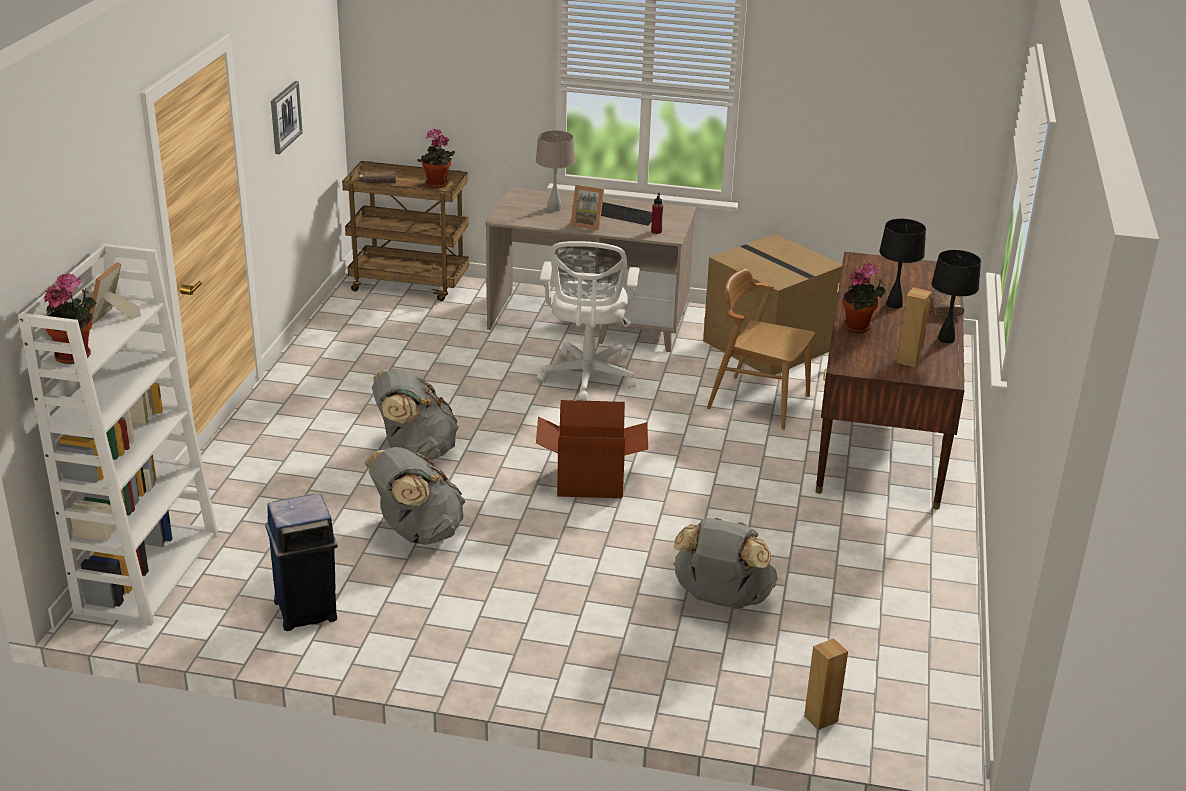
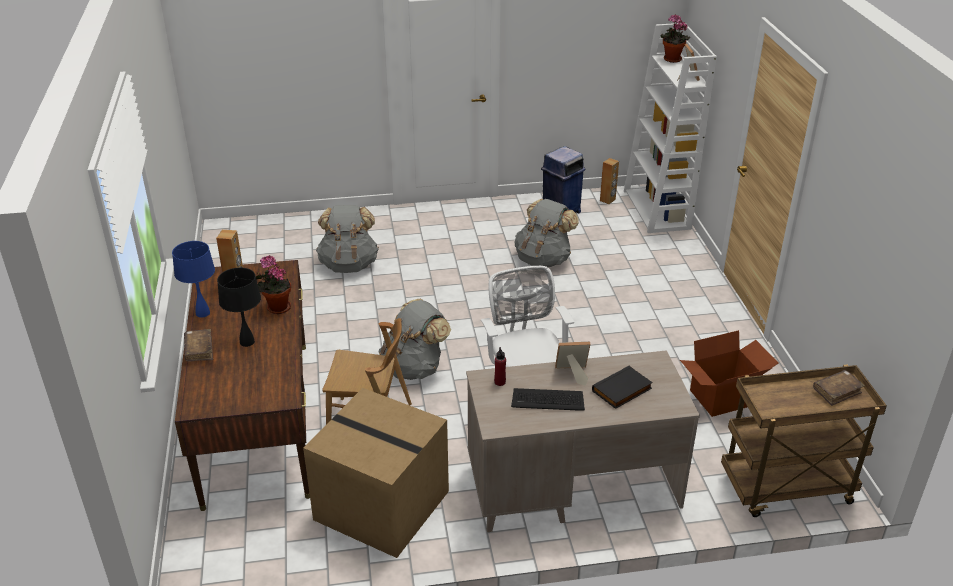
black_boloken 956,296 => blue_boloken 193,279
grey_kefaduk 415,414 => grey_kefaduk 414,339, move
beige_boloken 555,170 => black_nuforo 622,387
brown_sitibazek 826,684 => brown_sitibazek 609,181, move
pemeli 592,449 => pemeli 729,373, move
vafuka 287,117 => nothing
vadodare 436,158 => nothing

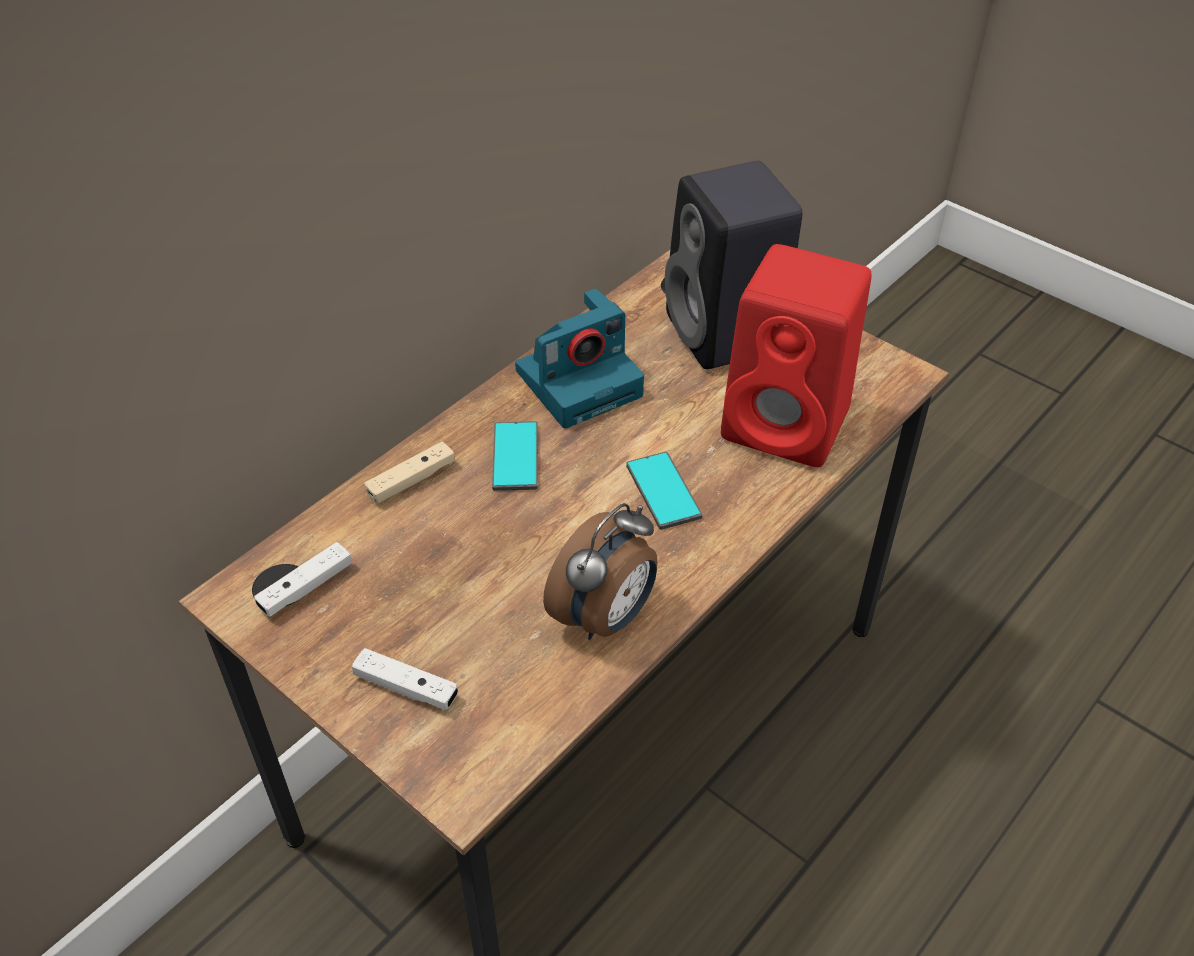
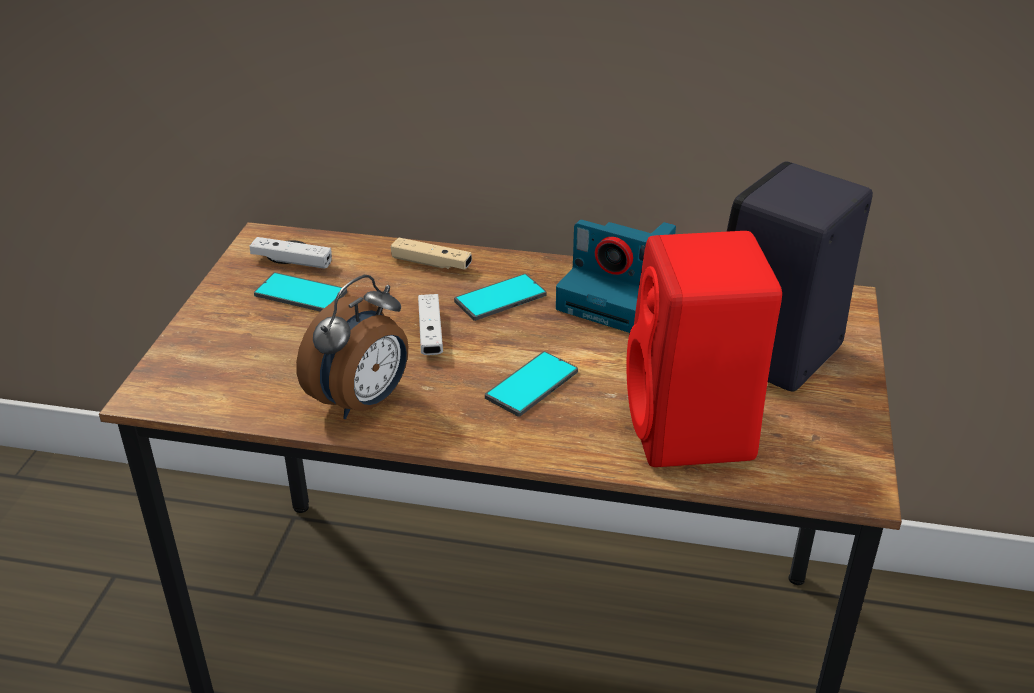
nothing => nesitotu 300,292
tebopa 600,571 => tebopa 352,347, 60 degrees counterclockwise
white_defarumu 405,679 => white_defarumu 430,324, move

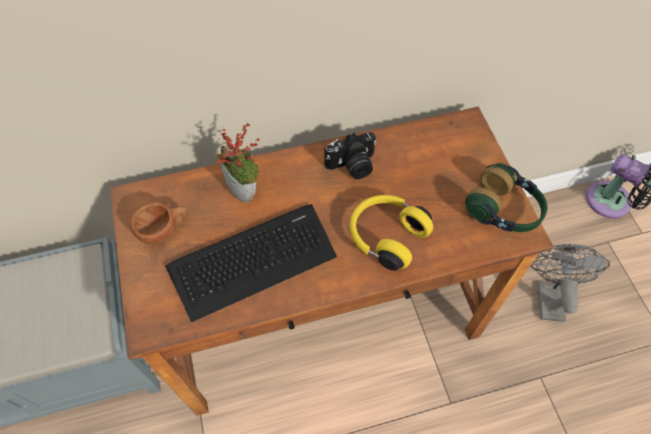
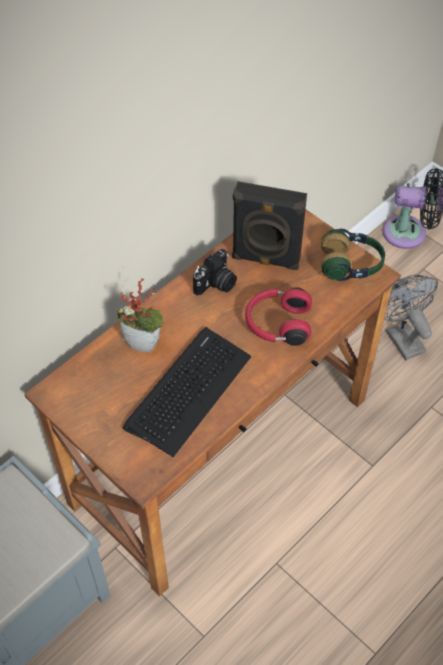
nothing => black_sitibazek 269,225
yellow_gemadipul 391,233 => red_gemadipul 278,316
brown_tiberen 159,223 => nothing

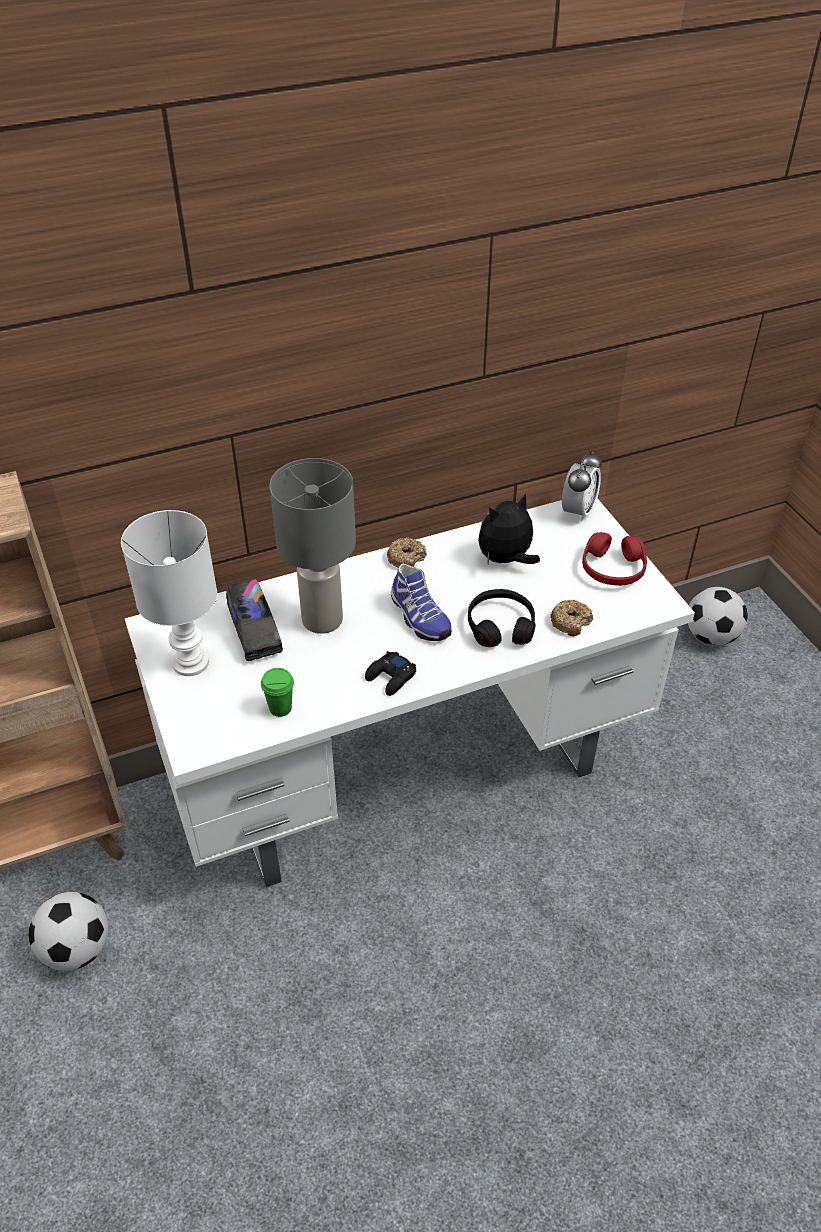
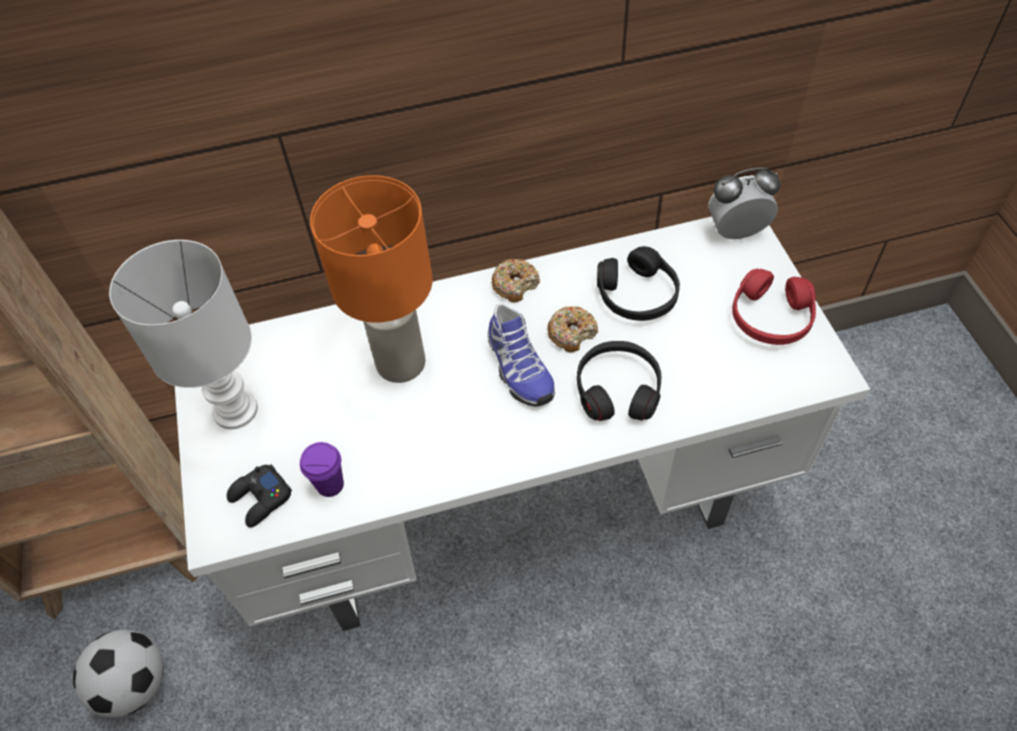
black_defarumu 390,673 => black_defarumu 259,496, move
green_tiberen 277,692 => purple_tiberen 322,469
grey_boloken 312,546 => orange_boloken 371,279
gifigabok 572,618 => gifigabok 572,329, move
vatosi 509,528 => black_gemadipul 638,283
tebopa 582,486 => tebopa 744,203, 135 degrees counterclockwise
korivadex 254,620 => nothing
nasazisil 718,616 => nothing

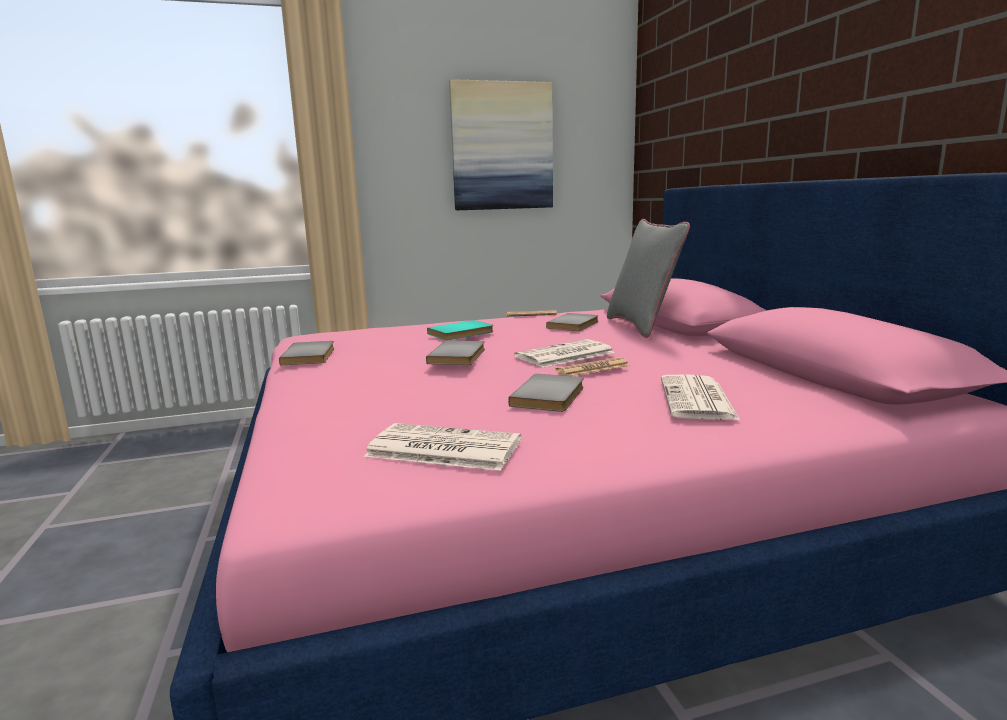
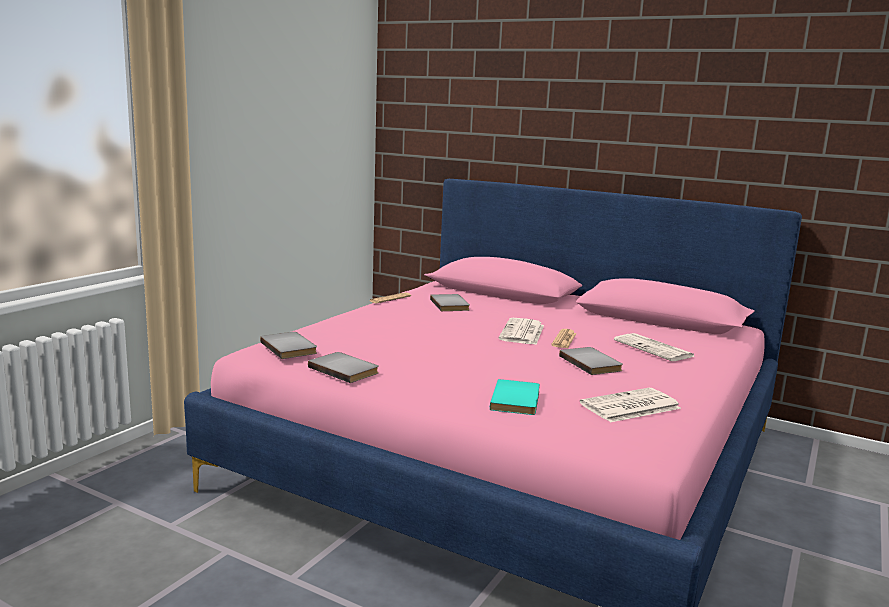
grey_nuforo 455,353 => grey_nuforo 288,345, move
turquoise_nuforo 460,330 => turquoise_nuforo 515,397, move
vafuka 501,144 => nothing
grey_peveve 648,278 => nothing

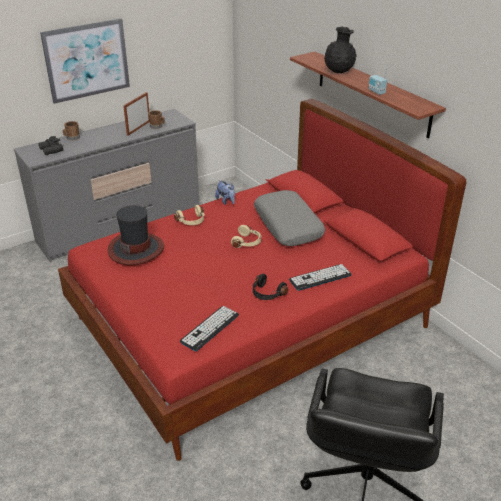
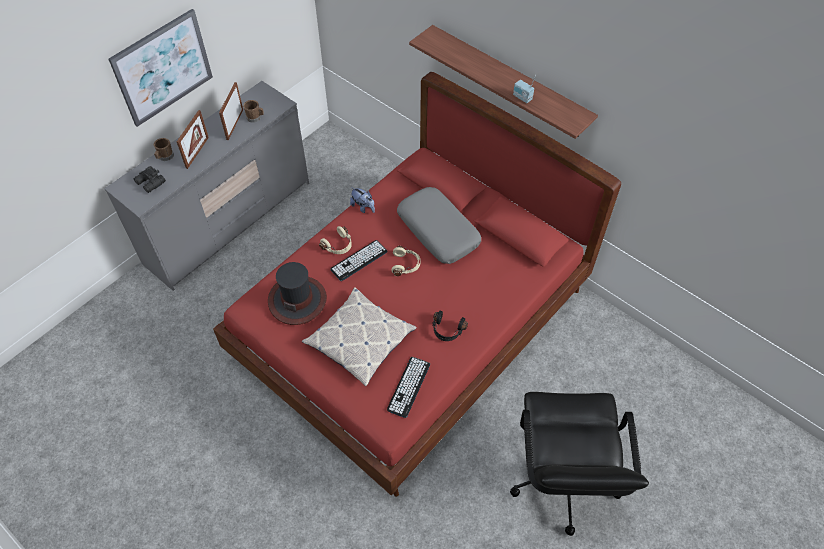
nothing => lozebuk 193,139
nothing => peveve 359,336
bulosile 320,277 => bulosile 359,260, move
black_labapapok 340,50 => nothing

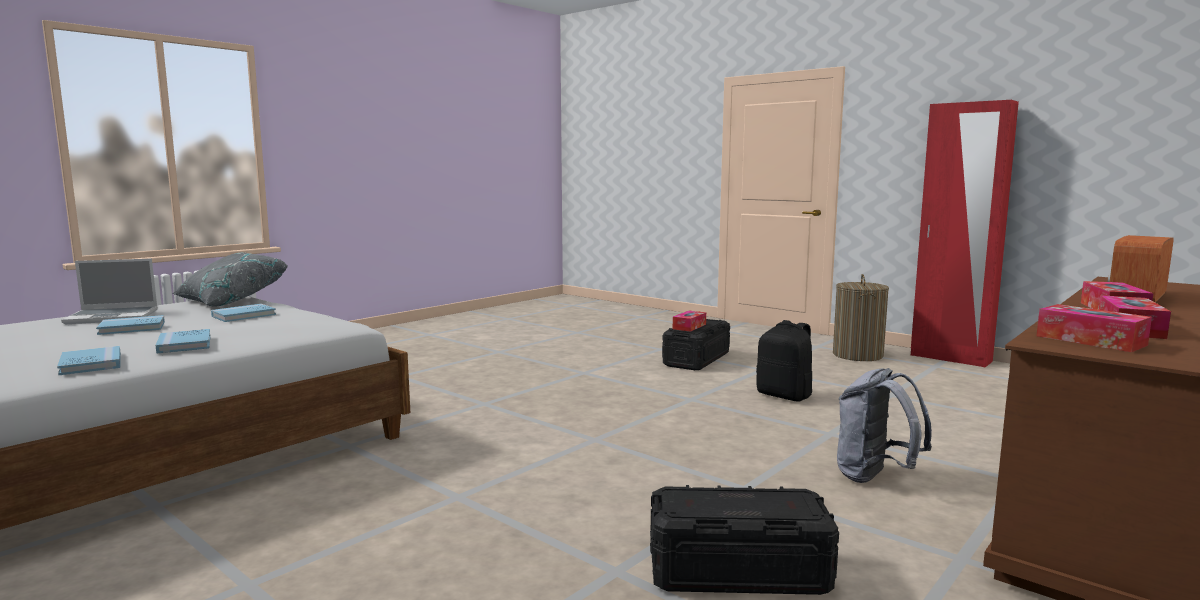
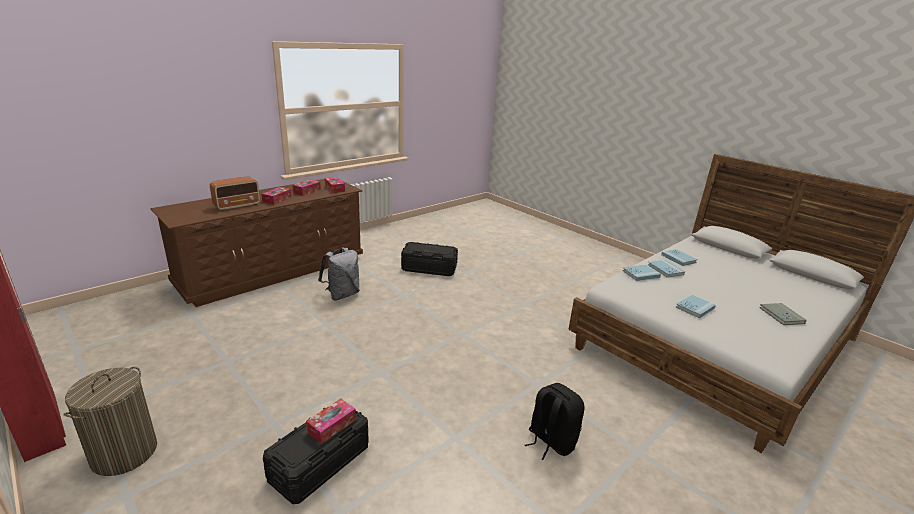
black_kefaduk 784,360 => black_kefaduk 554,421, move
blue_nuforo 130,325 => blue_nuforo 642,273, move
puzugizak 109,291 => grey_nuforo 783,314
grey_peveve 229,279 => nothing

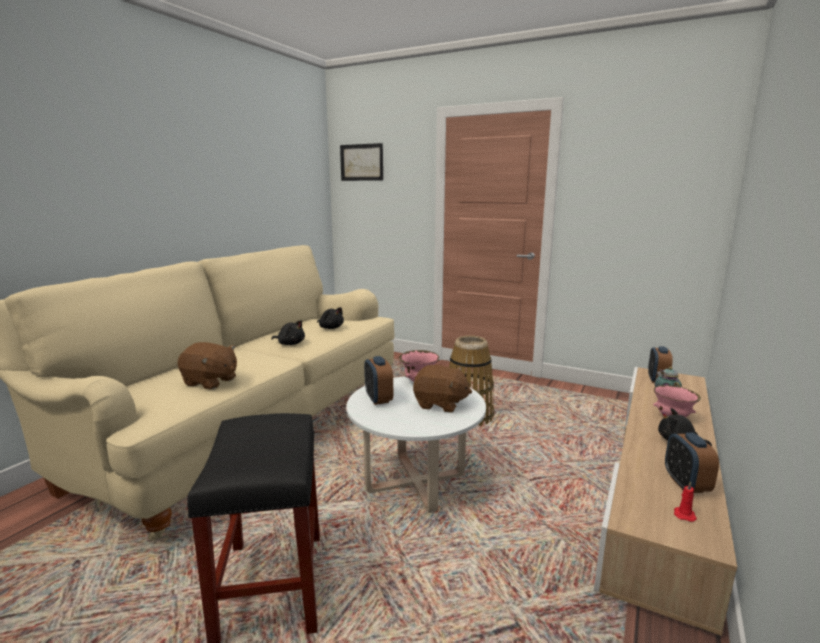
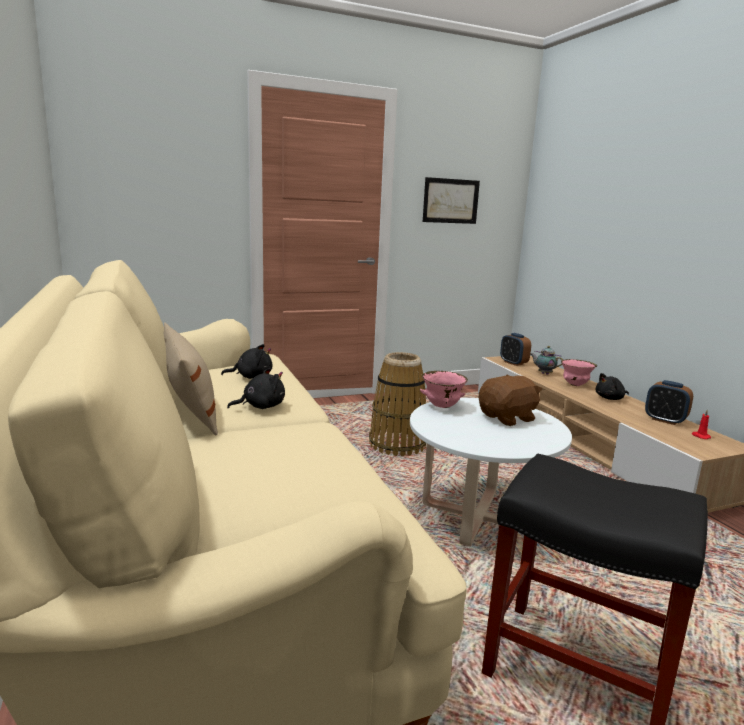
nothing => beige_peveve 191,379
vafuka 361,162 => vafuka 451,200, move
brown_vatosi 207,366 => nothing
tebopa 378,380 => nothing

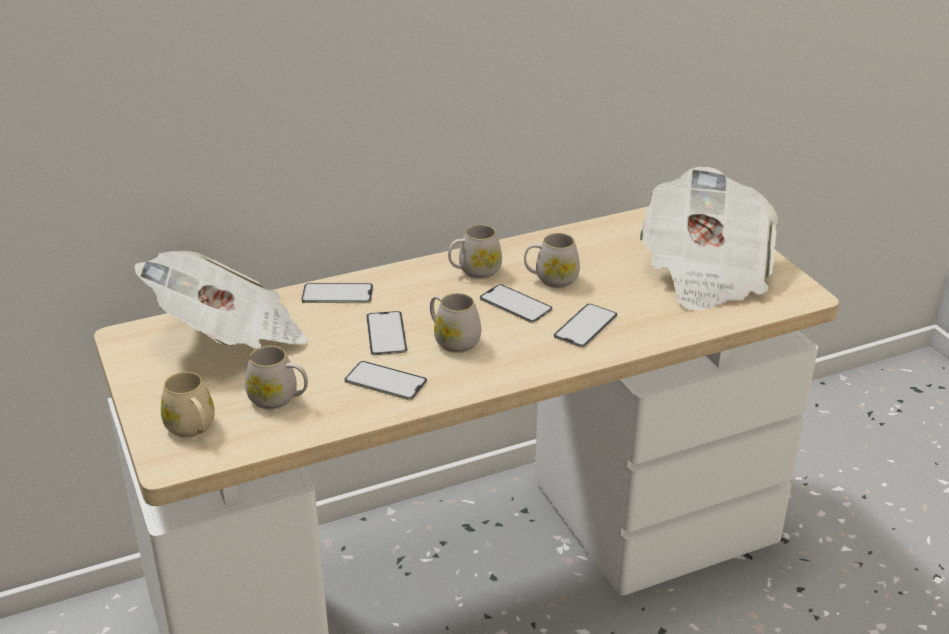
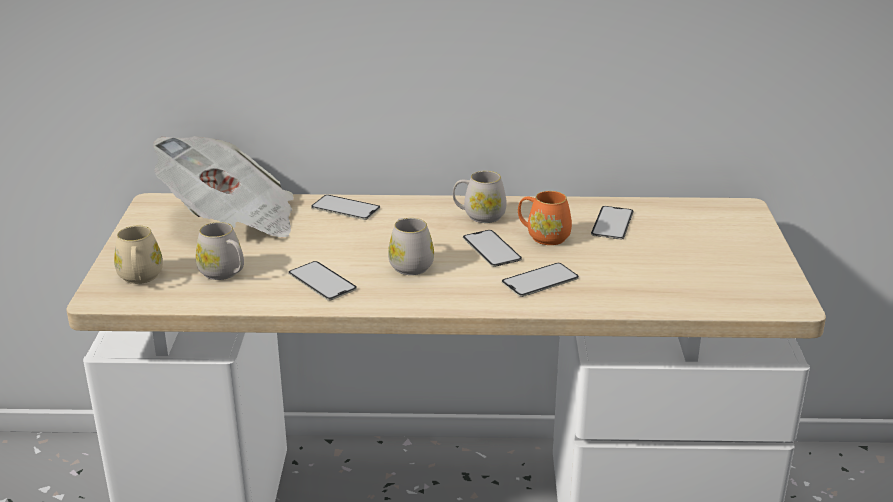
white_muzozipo 552,260 => orange_muzozipo 545,218
nesitotu 386,333 => nesitotu 612,223, move
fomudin 708,238 => nothing

